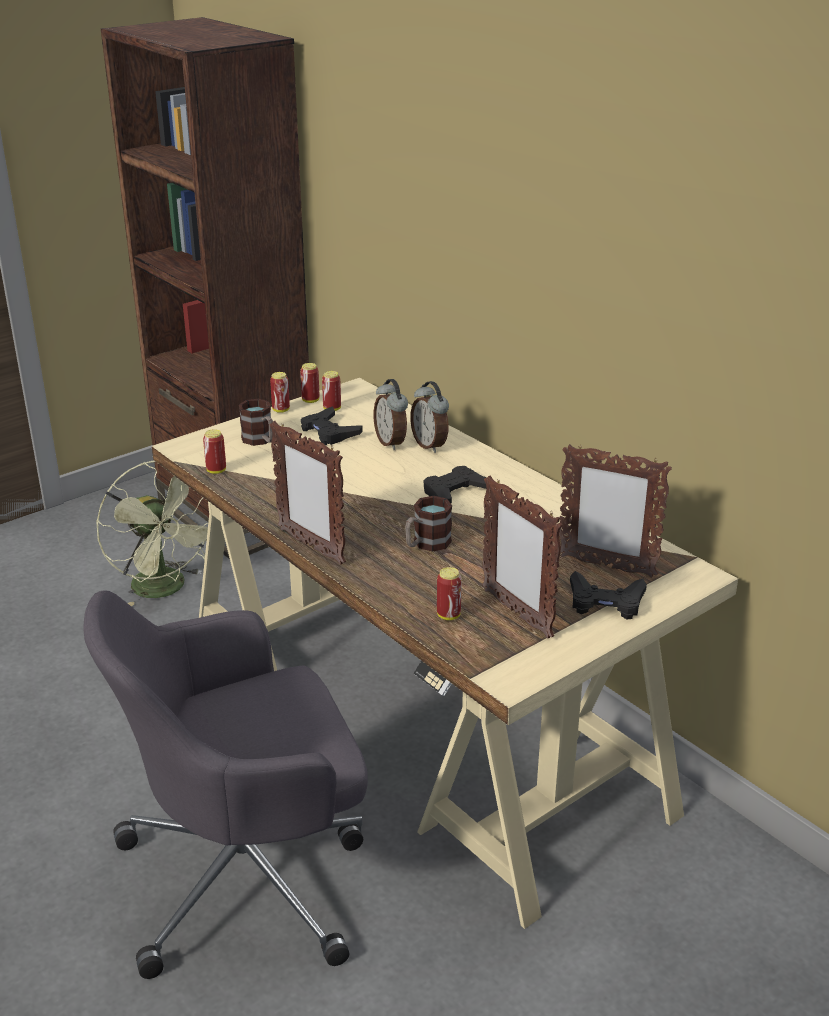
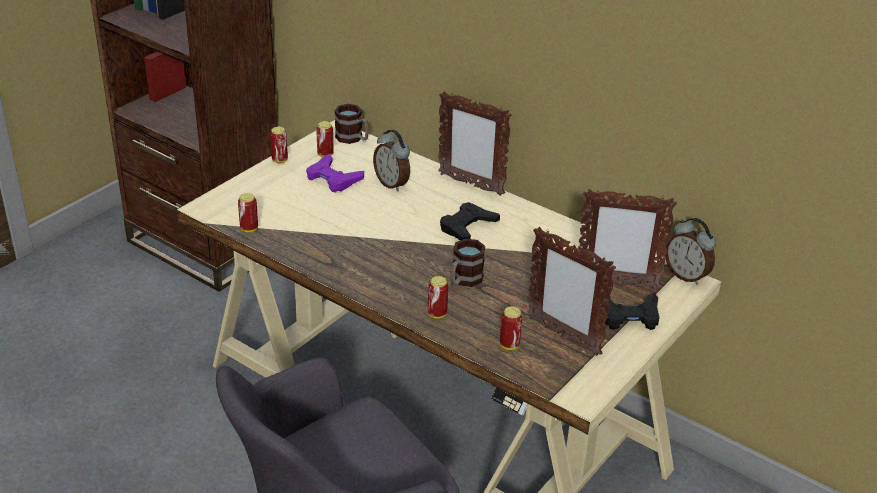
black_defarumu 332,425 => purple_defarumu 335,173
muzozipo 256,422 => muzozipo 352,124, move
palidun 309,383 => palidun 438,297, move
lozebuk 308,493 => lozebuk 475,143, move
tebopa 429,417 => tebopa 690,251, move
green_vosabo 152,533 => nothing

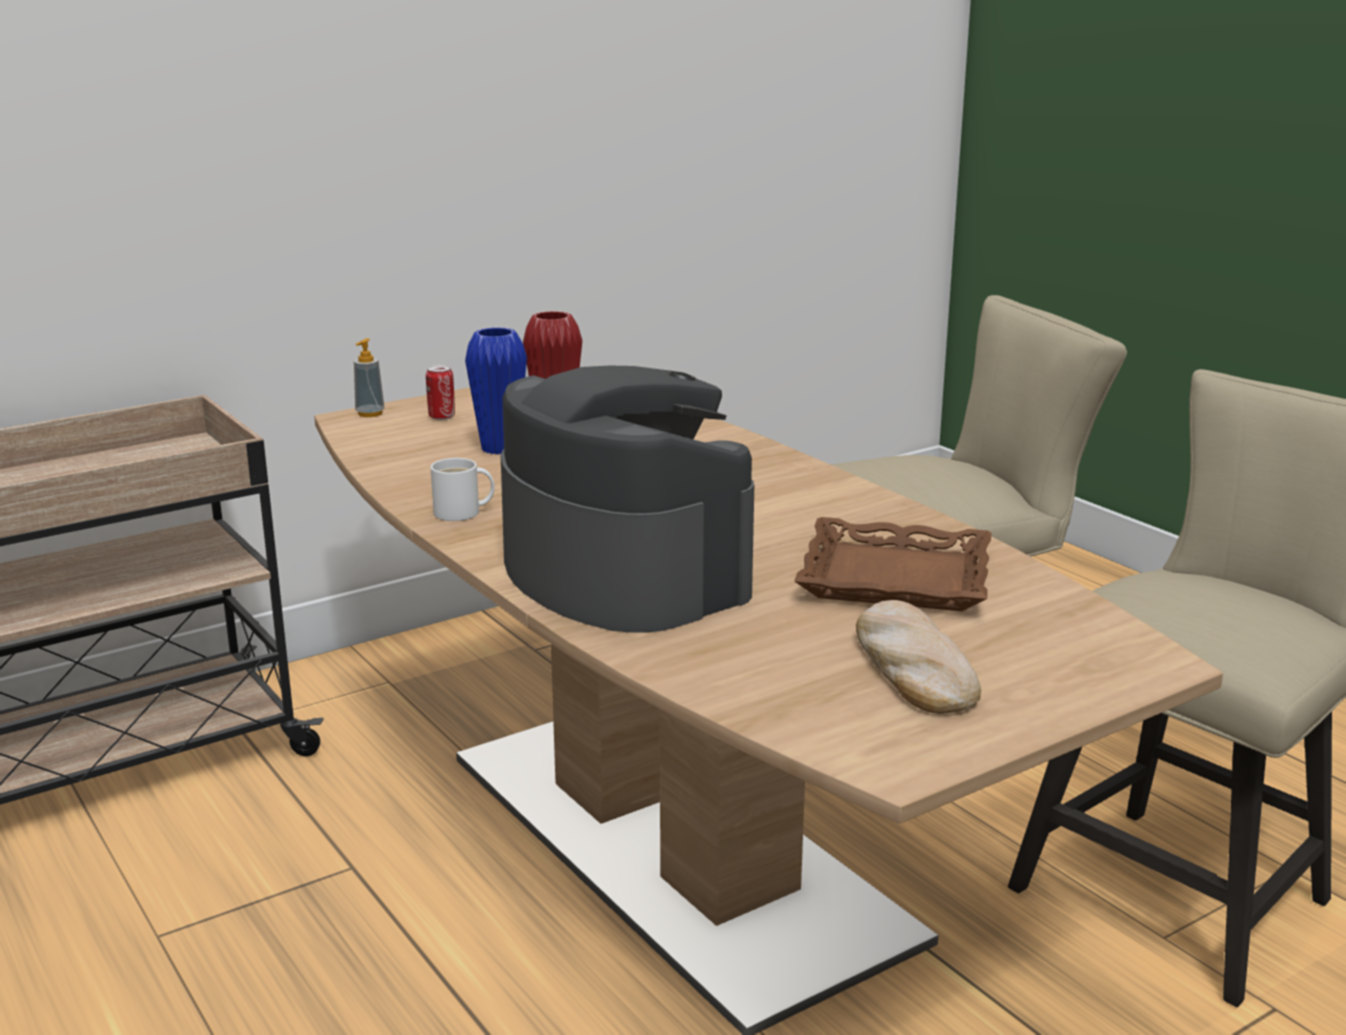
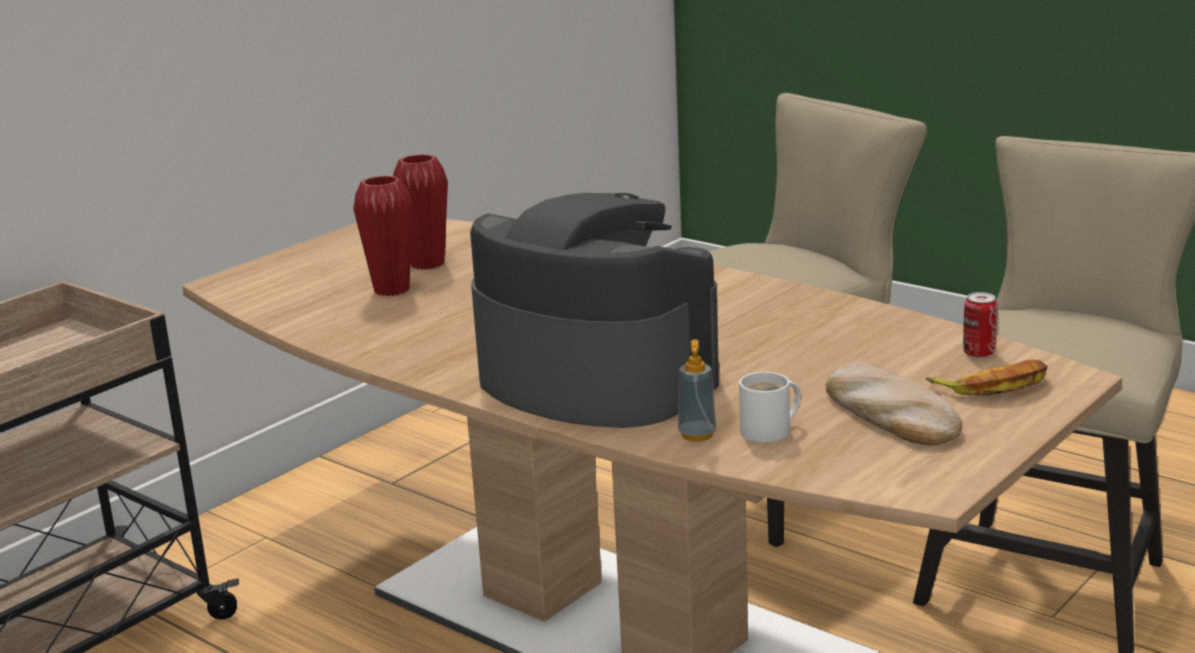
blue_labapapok 496,391 => red_labapapok 382,235
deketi 369,377 => deketi 697,390, move
white_muzozipo 463,489 => white_muzozipo 770,407, move
nothing => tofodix 987,378
palidun 440,392 => palidun 980,325, move
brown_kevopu 893,564 => nothing

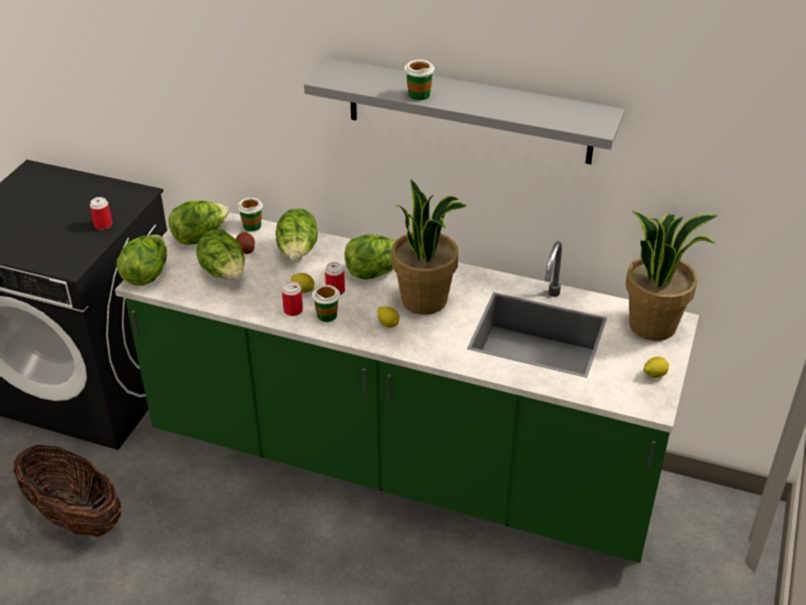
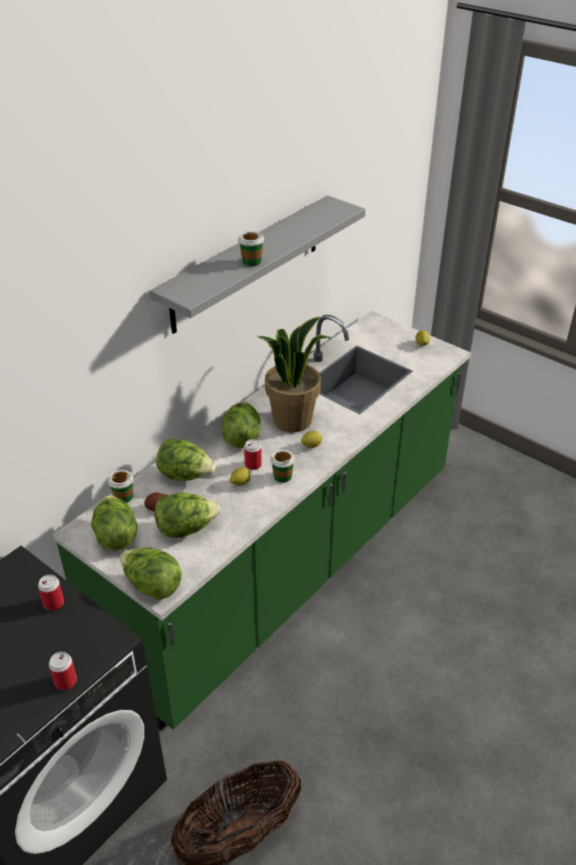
palidun 292,298 => palidun 63,671, move
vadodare 671,276 => nothing

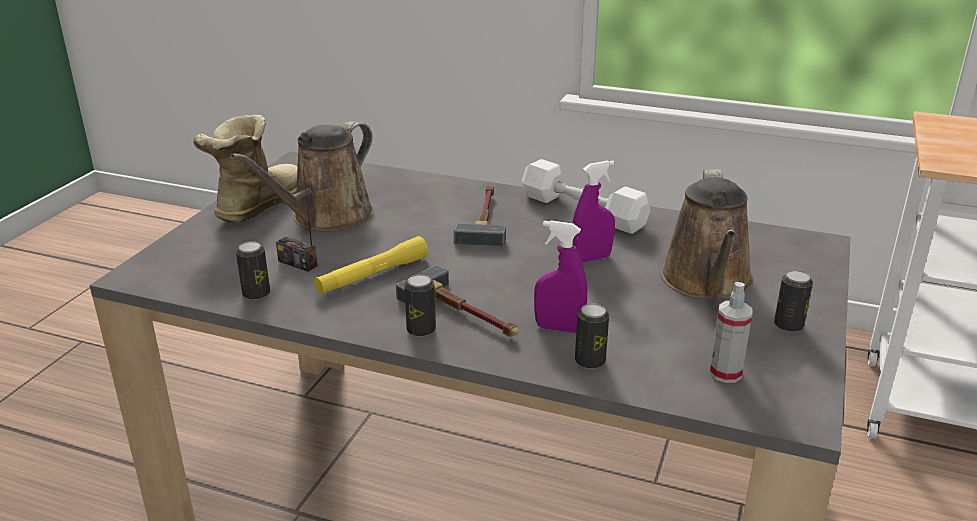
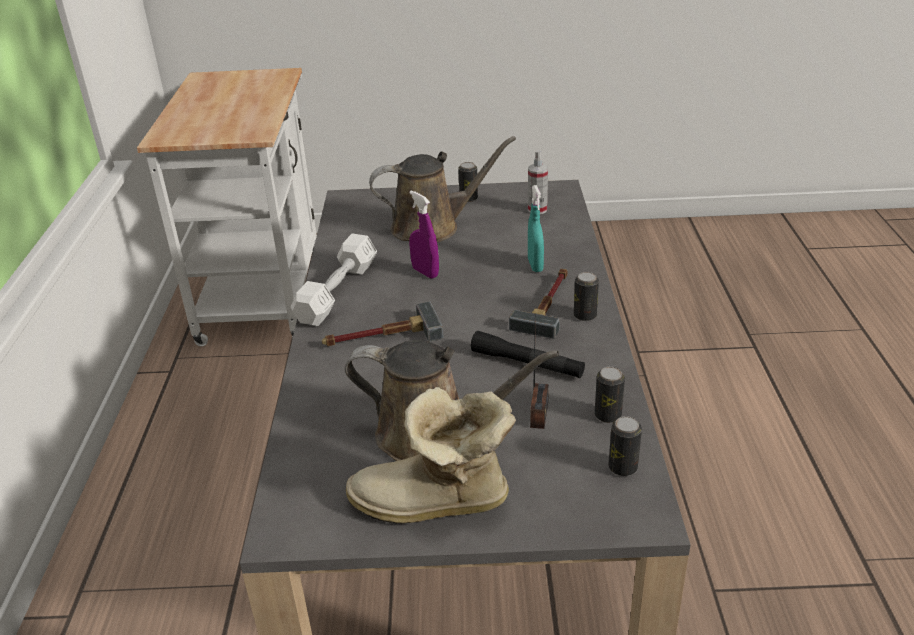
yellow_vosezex 371,265 => black_vosezex 528,354
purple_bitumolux 560,276 => turquoise_bitumolux 536,228
palidun 592,336 => palidun 625,446, move

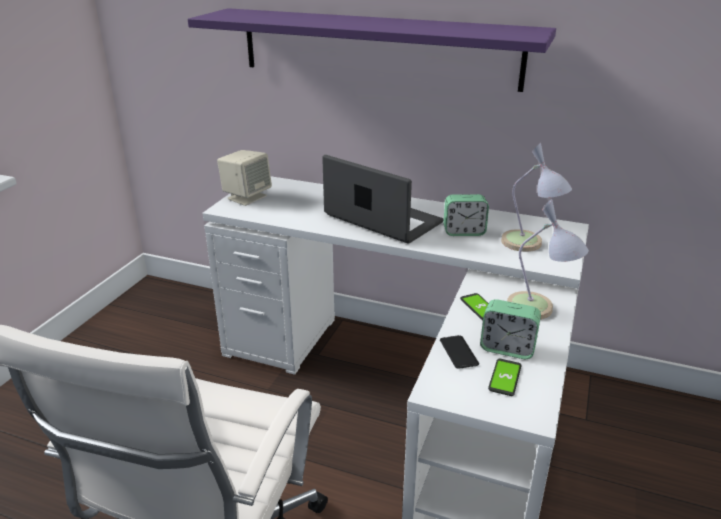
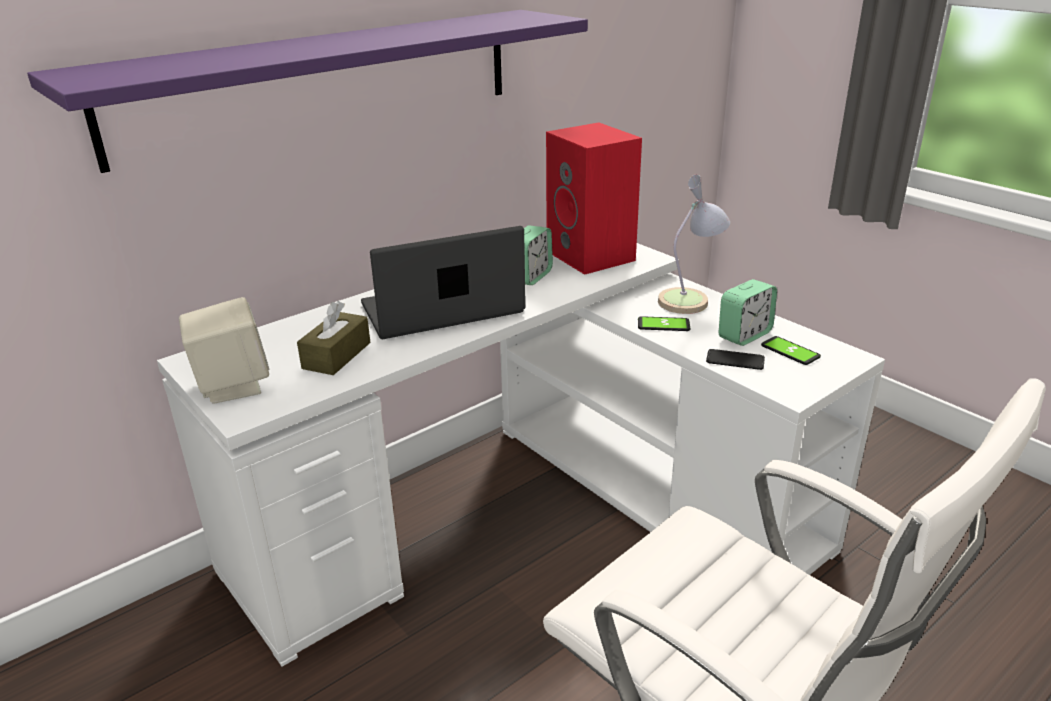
nothing => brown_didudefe 334,338
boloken 536,197 => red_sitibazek 594,198

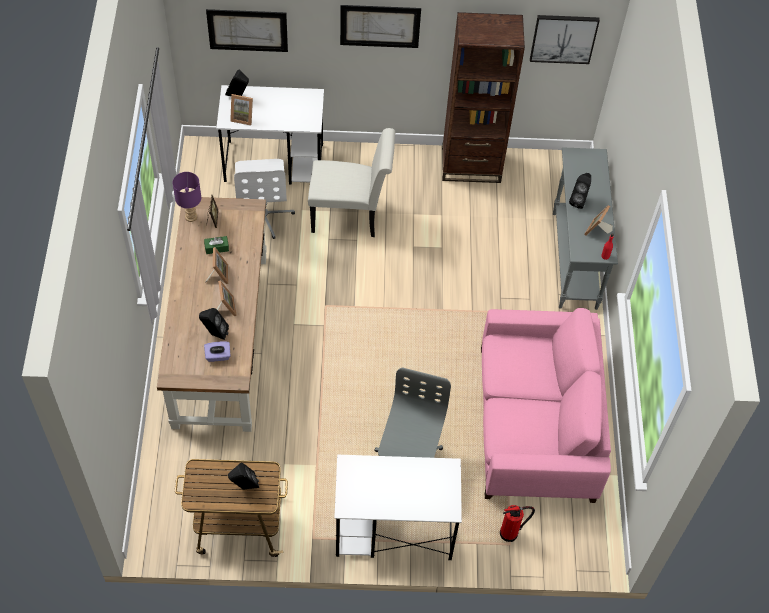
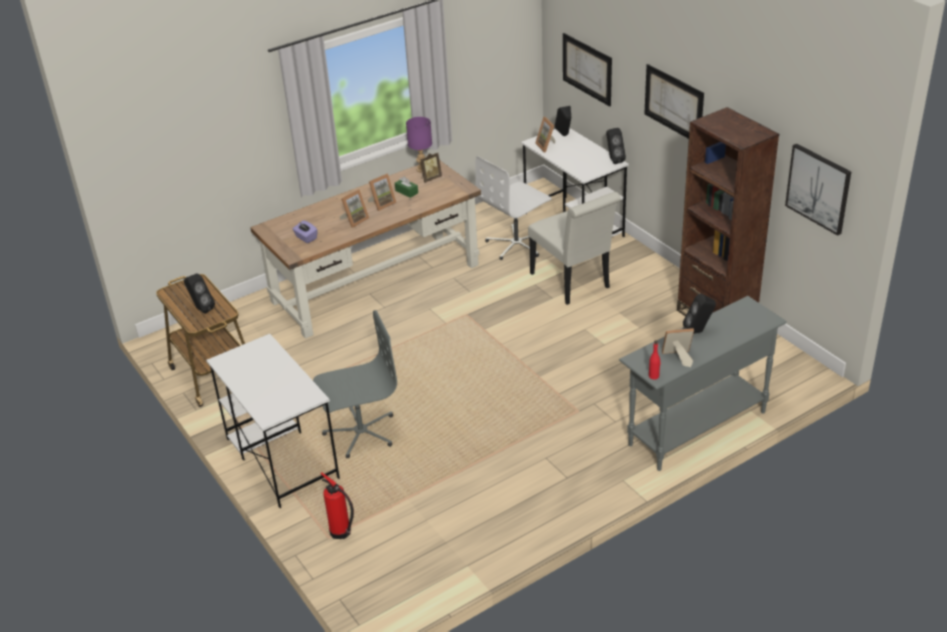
black_sitibazek 214,324 => black_sitibazek 616,146, move
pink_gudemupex 546,405 => nothing

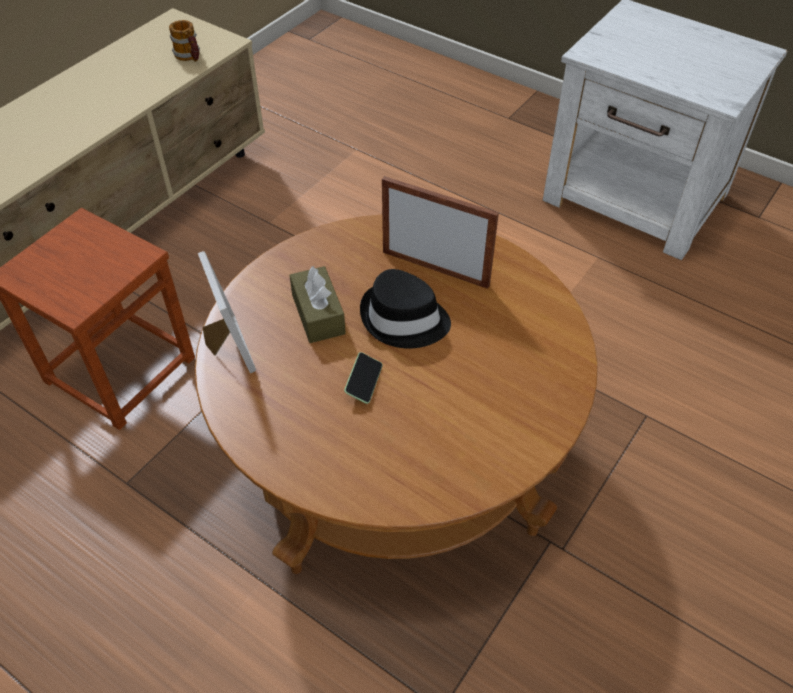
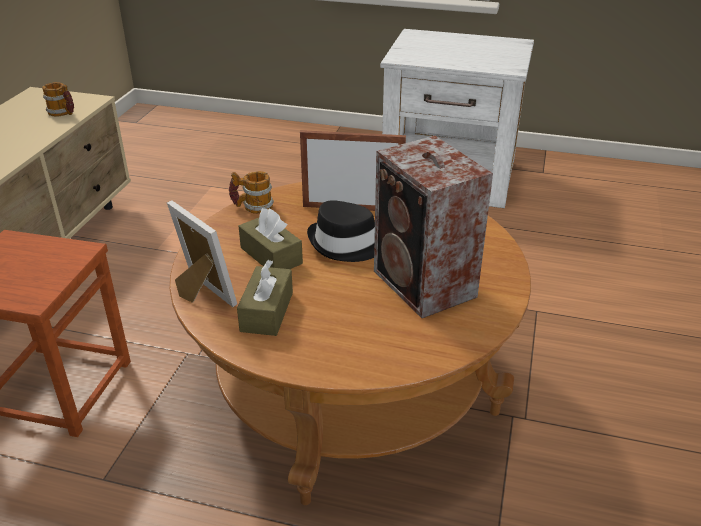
nothing => muzozipo 251,192
nothing => brown_didudefe 265,298
nothing => sitibazek 433,227
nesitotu 363,378 => nothing

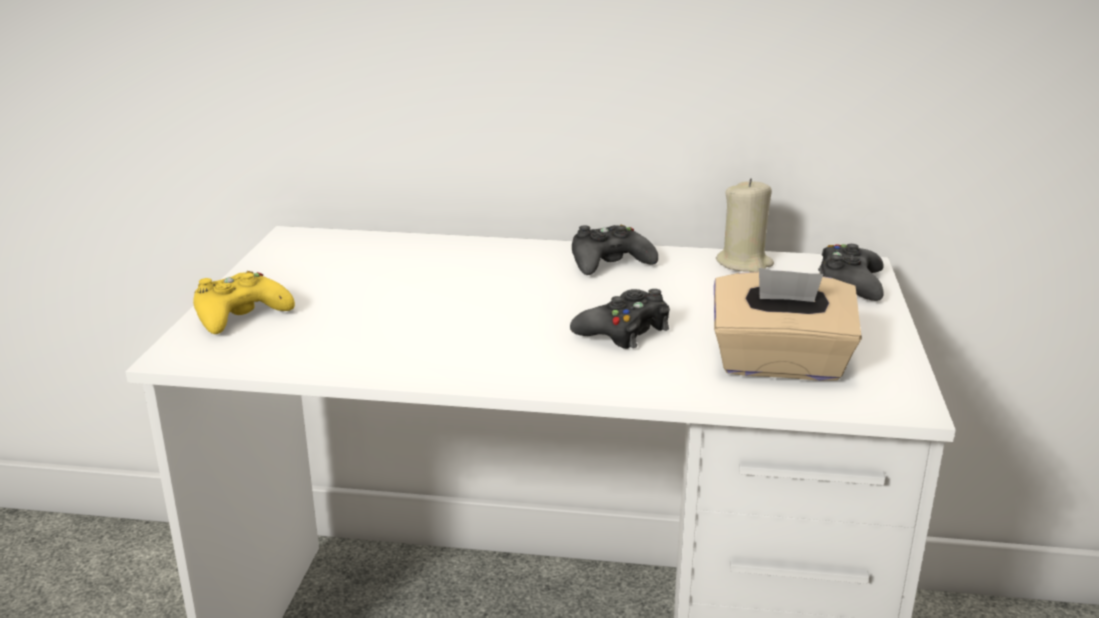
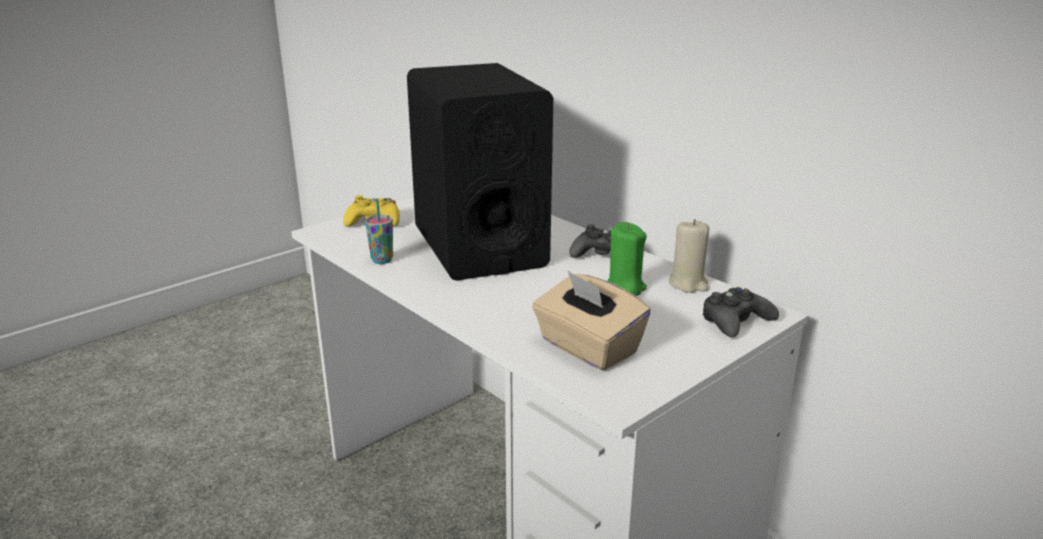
nothing => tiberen 379,231
nothing => black_sitibazek 480,172
nothing => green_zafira 627,259
black_defarumu 620,319 => nothing

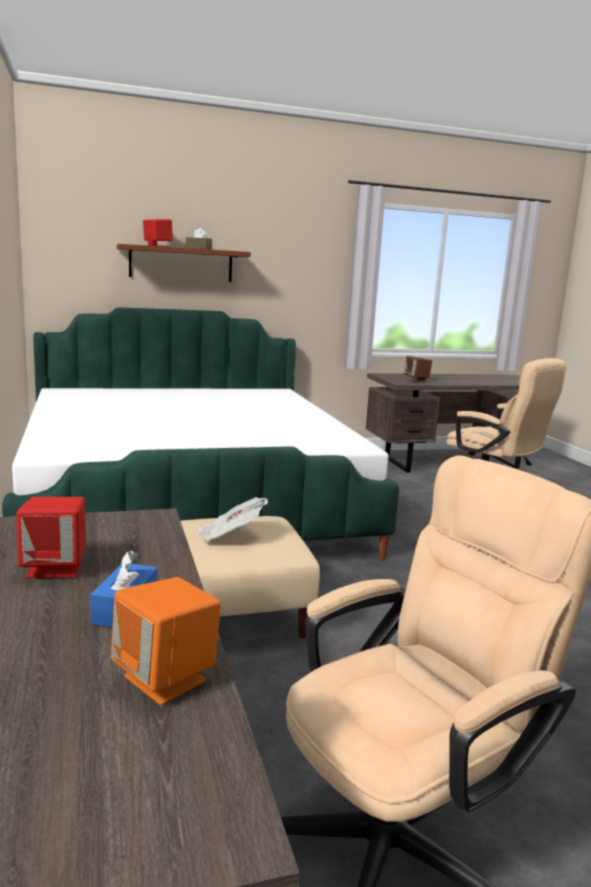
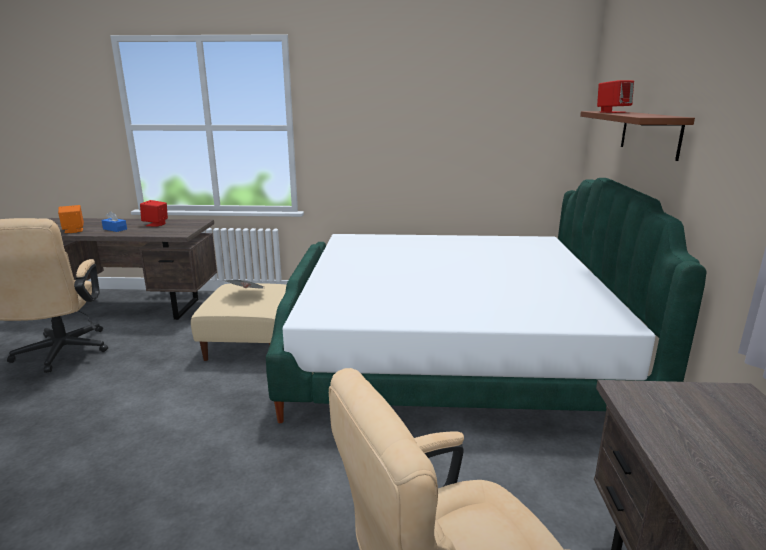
brown_didudefe 199,239 => nothing
brown_sitibazek 418,369 => nothing

